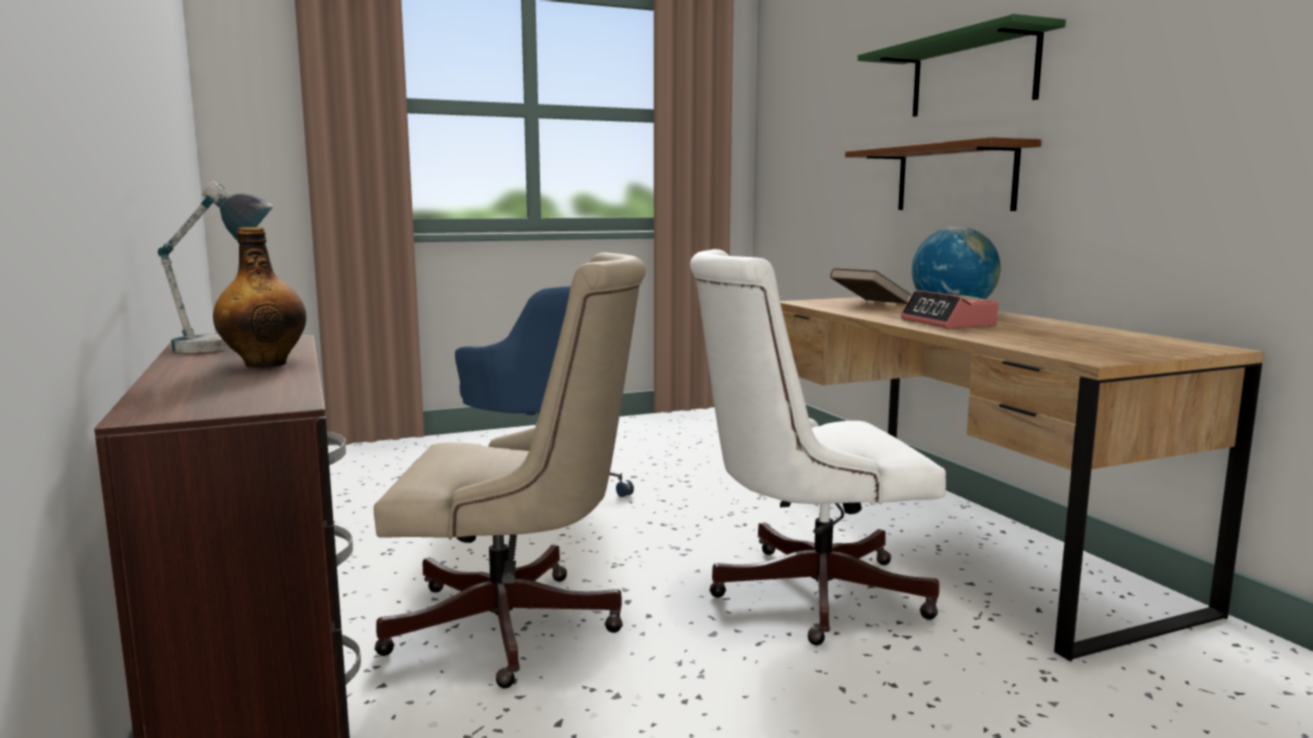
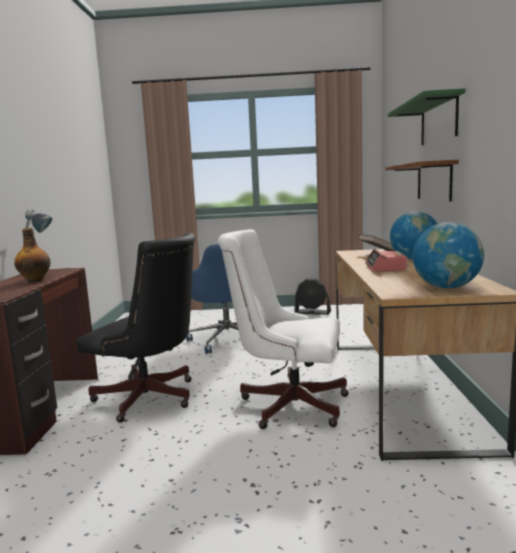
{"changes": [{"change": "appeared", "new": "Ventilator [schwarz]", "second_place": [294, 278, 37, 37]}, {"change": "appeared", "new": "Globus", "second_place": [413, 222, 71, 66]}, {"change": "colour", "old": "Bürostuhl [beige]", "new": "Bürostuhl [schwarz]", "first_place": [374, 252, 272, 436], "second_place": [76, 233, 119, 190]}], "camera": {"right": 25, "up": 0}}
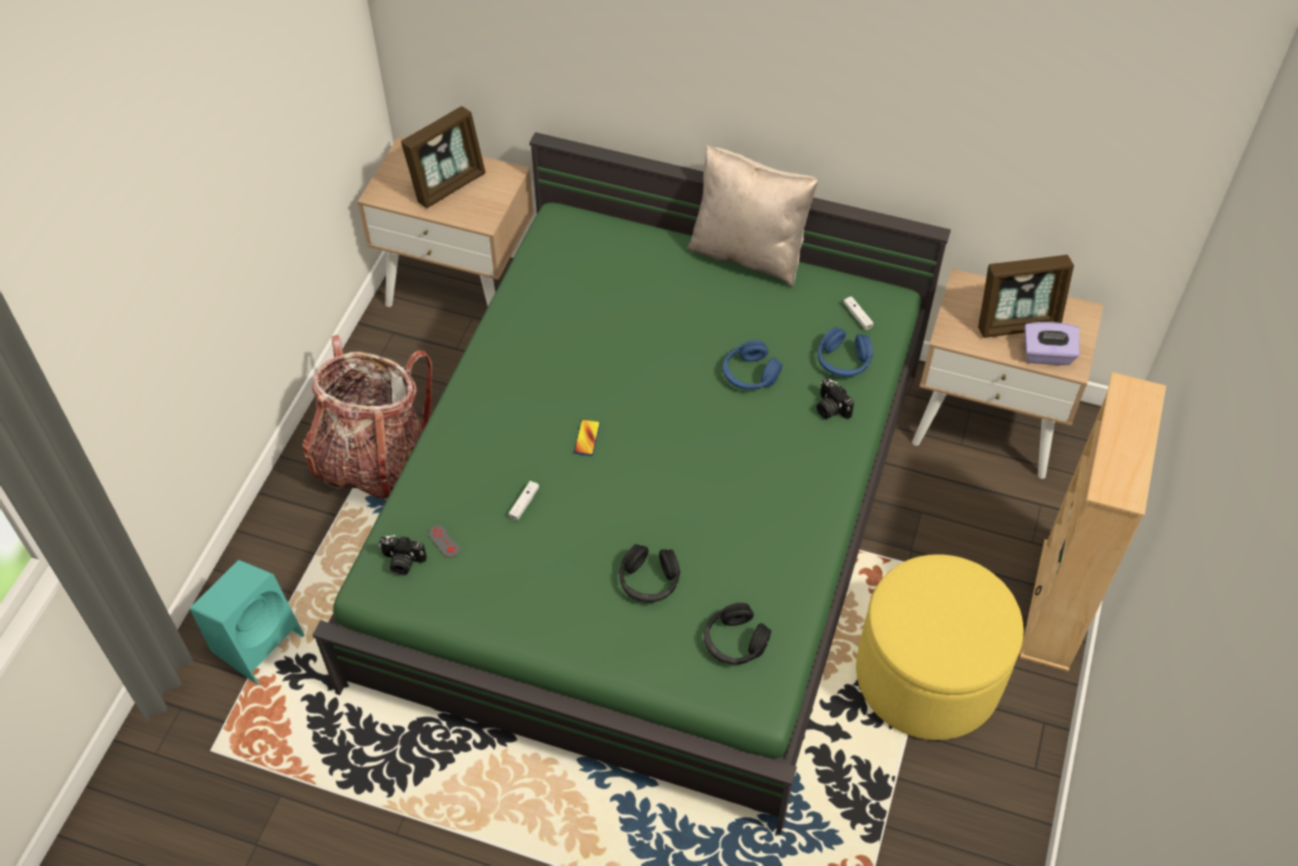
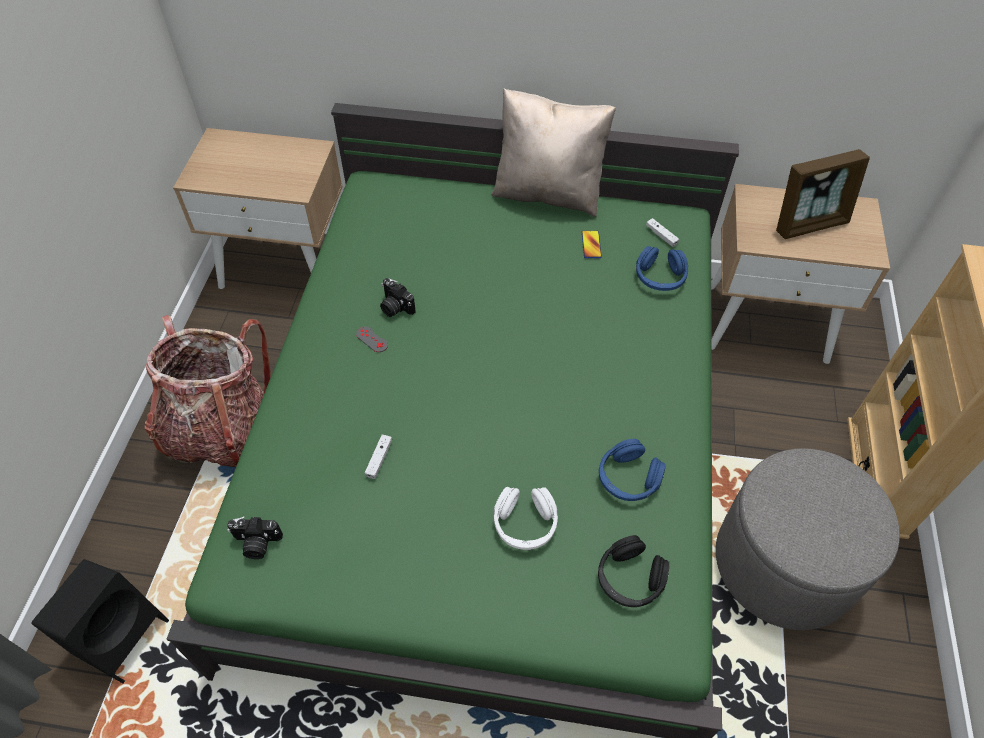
{"changes": [{"change": "missing", "old": "Bilderrahmen", "first_place": [401, 106, 85, 102]}, {"change": "missing", "old": "Taschentuchbox [lila]", "first_place": [1024, 322, 56, 43]}, {"change": "relocated", "old": "Gamepad [grau]", "first_place": [429, 525, 31, 33], "second_place": [356, 327, 32, 25]}, {"change": "relocated", "old": "Handy", "first_place": [574, 419, 26, 37], "second_place": [582, 230, 20, 28]}, {"change": "relocated", "old": "Kopfhörer [blau]", "first_place": [723, 340, 60, 50], "second_place": [599, 439, 67, 62]}, {"change": "relocated", "old": "Kamera", "first_place": [816, 378, 38, 41], "second_place": [380, 278, 36, 39]}, {"change": "colour", "old": "Lautsprecher [türkis]", "new": "Lautsprecher [schwarz]", "first_place": [190, 560, 114, 125], "second_place": [31, 559, 138, 124]}, {"change": "colour", "old": "Kopfhörer [schwarz]", "new": "Kopfhörer [weiß]", "first_place": [619, 544, 61, 58], "second_place": [494, 487, 64, 63]}, {"change": "colour", "old": "Polsterhocker [gelb]", "new": "Polsterhocker [grau]", "first_place": [856, 554, 168, 186], "second_place": [716, 448, 184, 182]}], "camera": {"right": -10, "up": 0}}
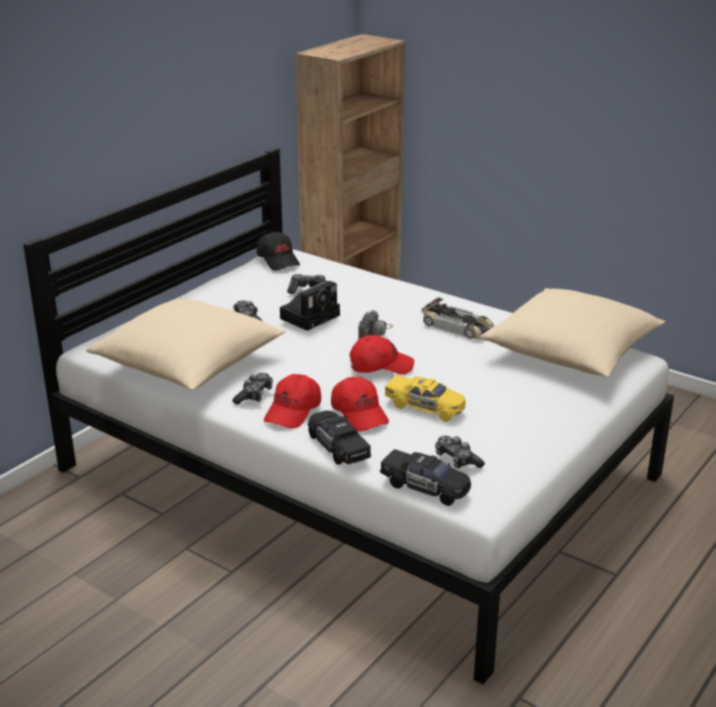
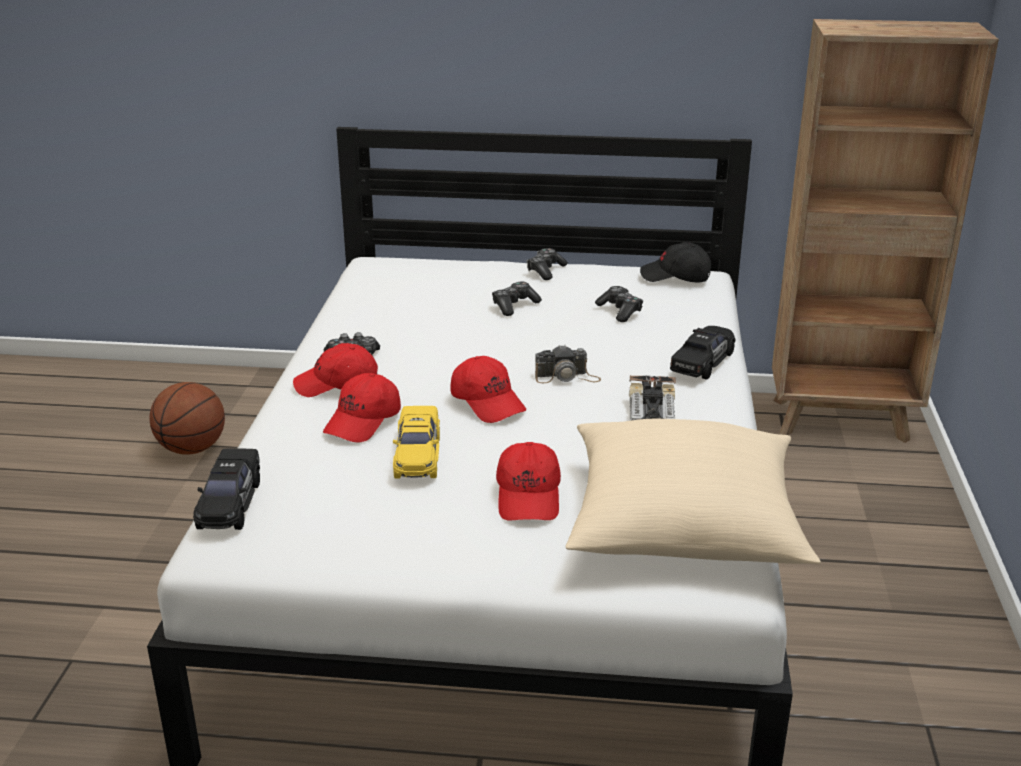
{"changes": [{"change": "missing", "old": "Kissen [beige]", "first_place": [86, 298, 199, 92]}, {"change": "missing", "old": "Kamera", "first_place": [280, 277, 60, 54]}, {"change": "appeared", "new": "Basketball", "second_place": [149, 382, 76, 73]}, {"change": "appeared", "new": "Kappe [rot]", "second_place": [496, 442, 65, 79]}, {"change": "relocated", "old": "Spielzeugauto [schwarz]", "first_place": [308, 411, 63, 54], "second_place": [670, 326, 66, 54]}, {"change": "relocated", "old": "Gamepad", "first_place": [435, 436, 50, 33], "second_place": [527, 248, 41, 32]}, {"change": "spun", "old": "Kappe [schwarz]", "first_place": [257, 232, 43, 39], "second_place": [640, 242, 72, 40], "degrees": 75}], "camera": {"right": 60, "up": 0}}
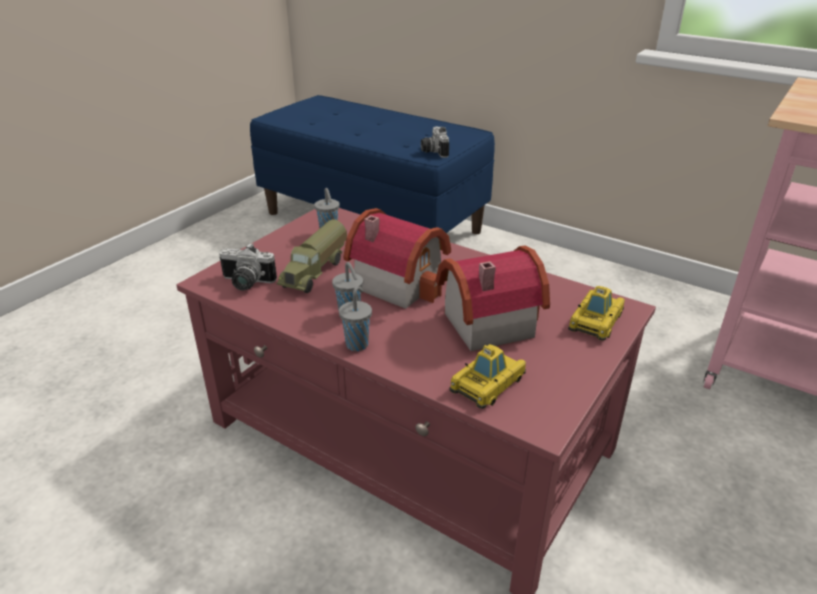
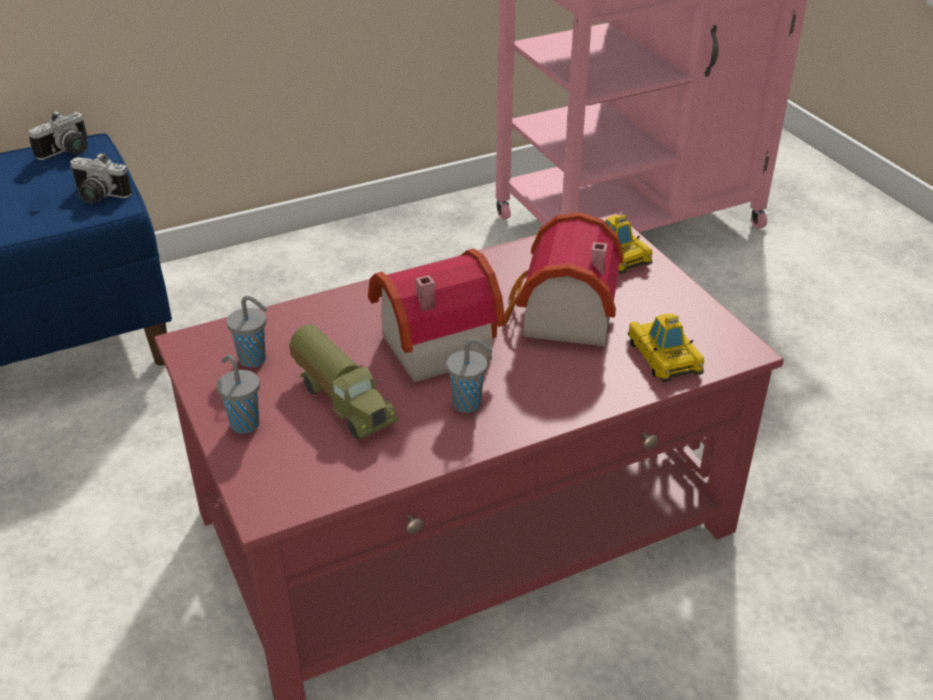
{"changes": [{"change": "relocated", "old": "Kamera", "first_place": [219, 243, 58, 48], "second_place": [28, 111, 60, 49]}, {"change": "relocated", "old": "Tasse [grau]", "first_place": [339, 286, 33, 65], "second_place": [217, 355, 43, 79]}], "camera": {"right": -60, "up": 5}}
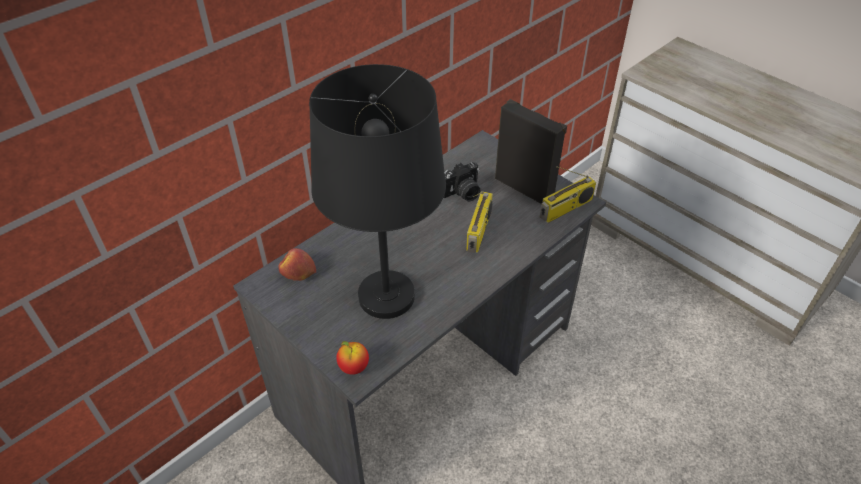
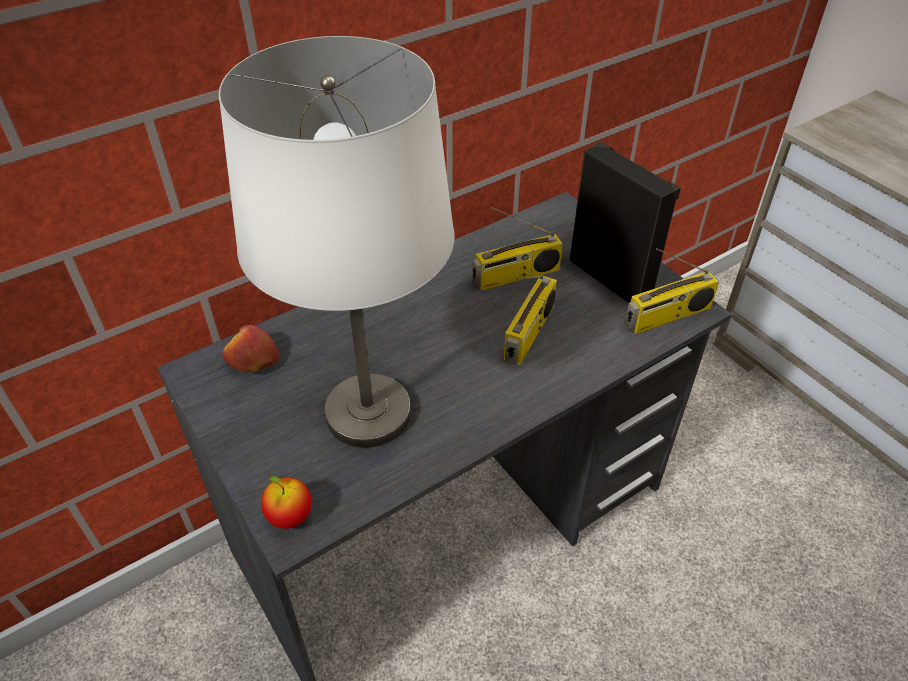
{"changes": [{"change": "exchanged", "old": "Kamera", "new": "Radio", "first_place": [444, 162, 36, 40], "second_place": [472, 207, 91, 84]}, {"change": "colour", "old": "Tischlampe [schwarz]", "new": "Tischlampe [weiß]", "first_place": [309, 64, 137, 255], "second_place": [219, 36, 236, 412]}], "camera": {"right": 10, "up": 0}}
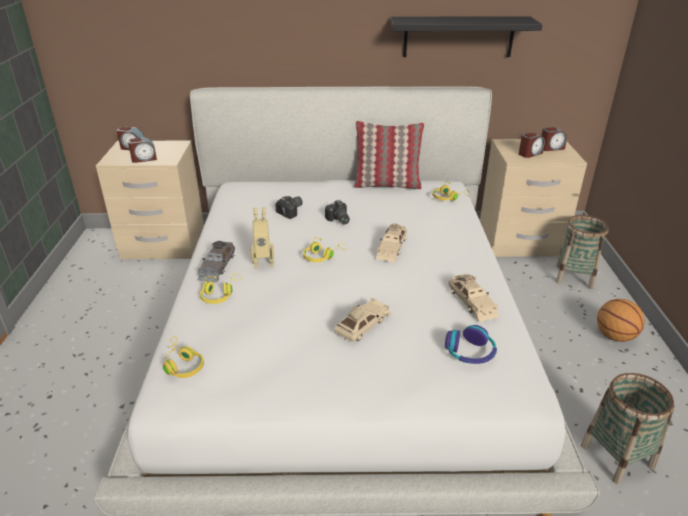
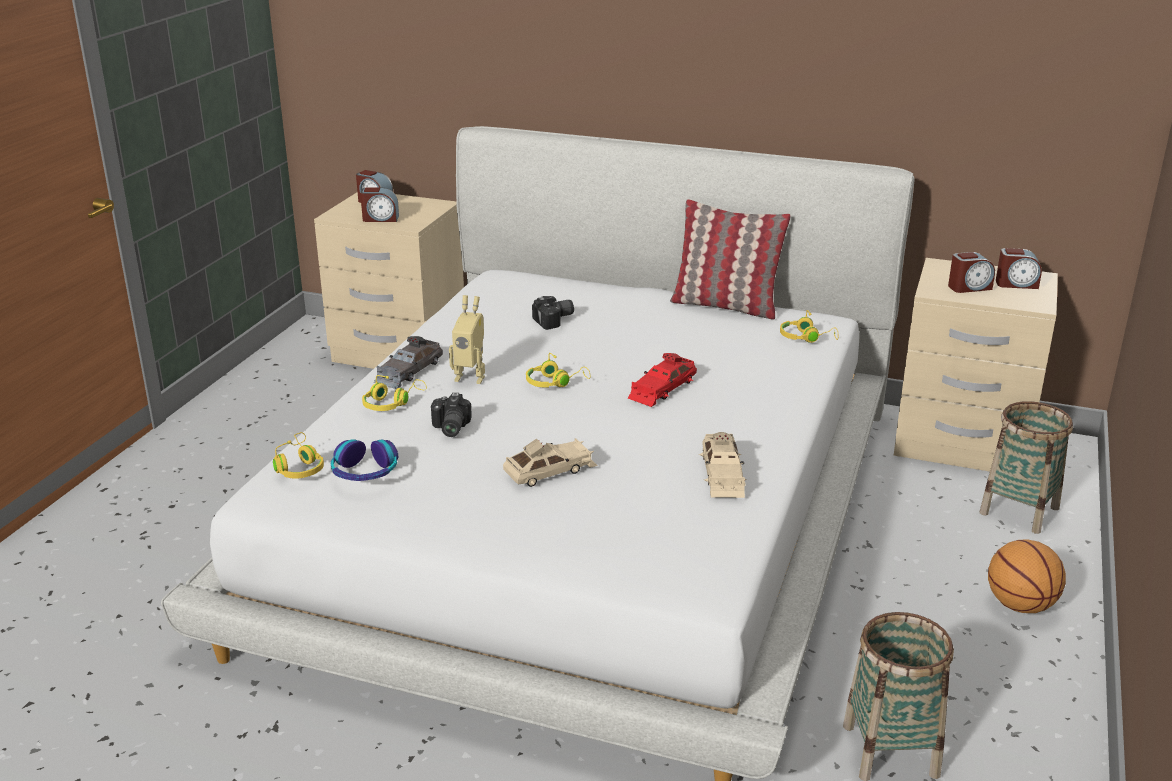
{"changes": [{"change": "missing", "old": "Wandregal [schwarz]", "first_place": [390, 16, 152, 41]}, {"change": "relocated", "old": "Kamera", "first_place": [325, 200, 25, 25], "second_place": [431, 393, 41, 44]}, {"change": "relocated", "old": "Kopfhörer", "first_place": [445, 325, 52, 39], "second_place": [331, 439, 67, 42]}, {"change": "colour", "old": "Spielzeugauto [beige]", "new": "Spielzeugauto [rot]", "first_place": [376, 223, 32, 39], "second_place": [628, 353, 69, 54]}], "camera": {"right": 20, "up": -5}}
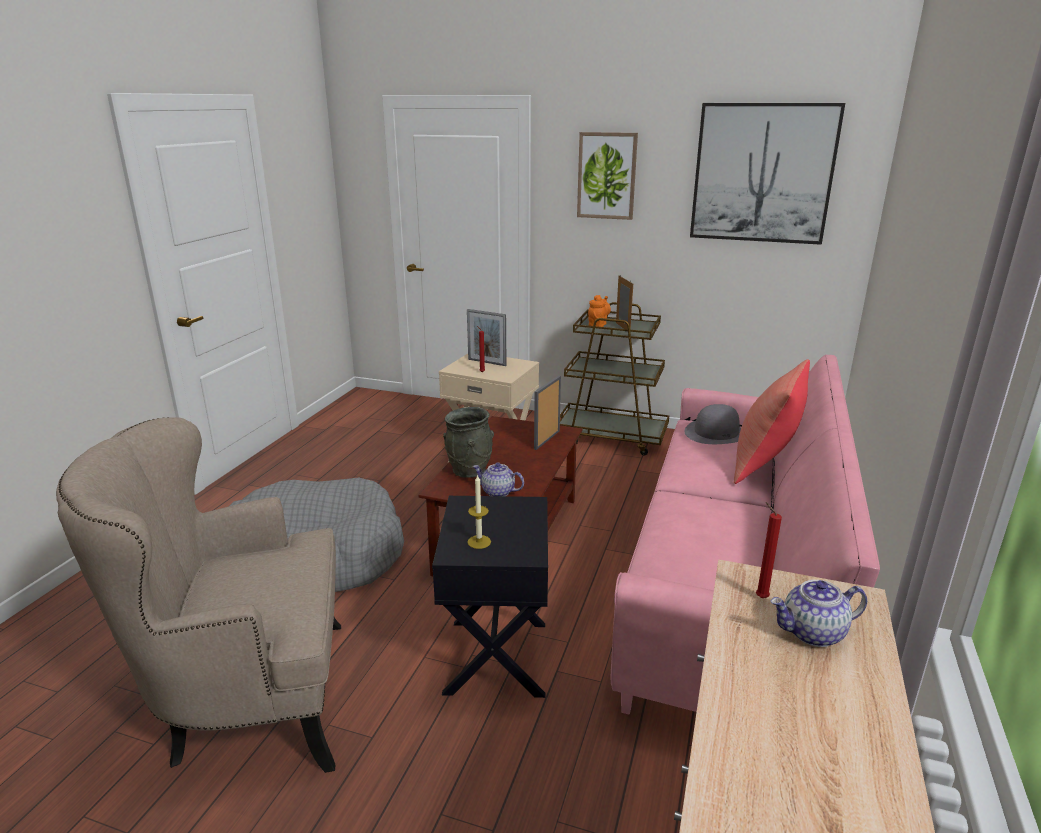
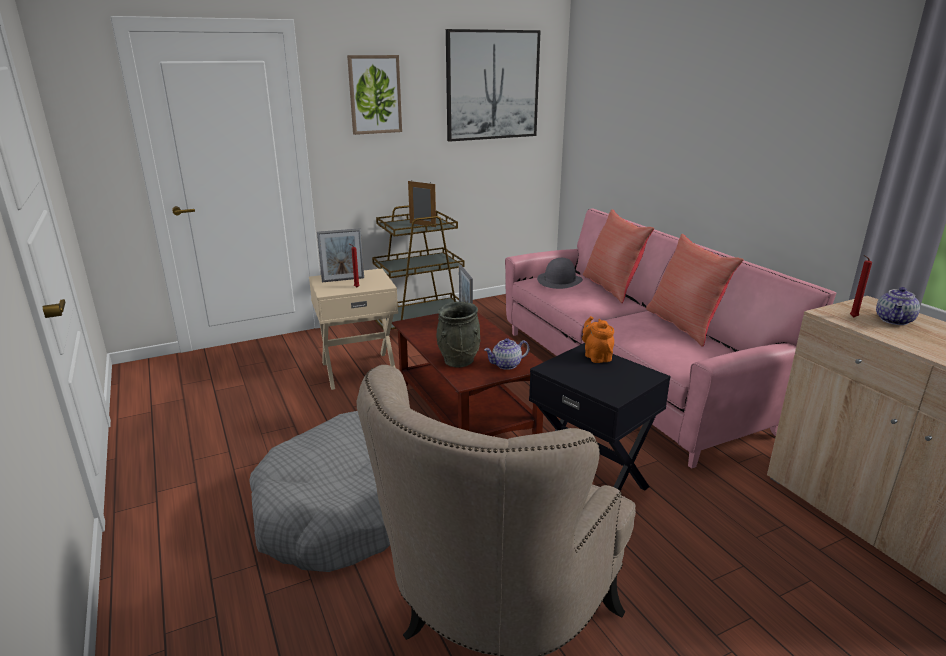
{"changes": [{"change": "missing", "old": "Kerze", "first_place": [468, 474, 23, 75]}, {"change": "appeared", "new": "Kissen [rot]", "second_place": [646, 234, 98, 113]}, {"change": "relocated", "old": "Teekanne [orange]", "first_place": [588, 295, 23, 32], "second_place": [582, 316, 32, 47]}], "camera": {"right": -45, "up": 0}}
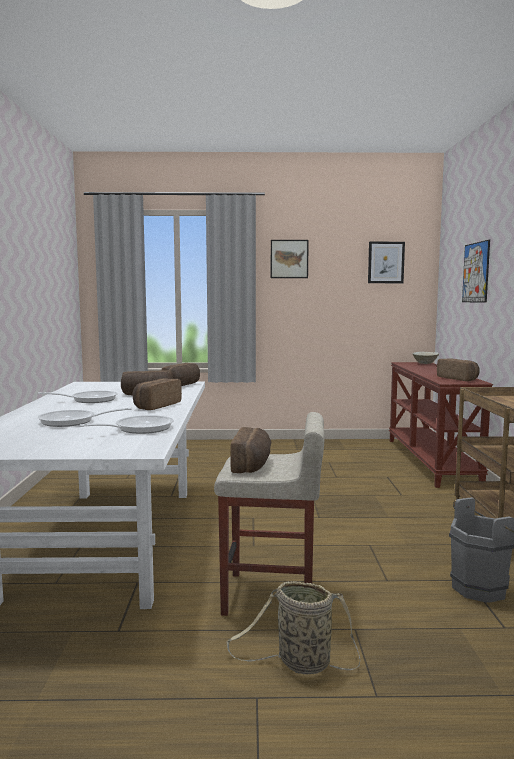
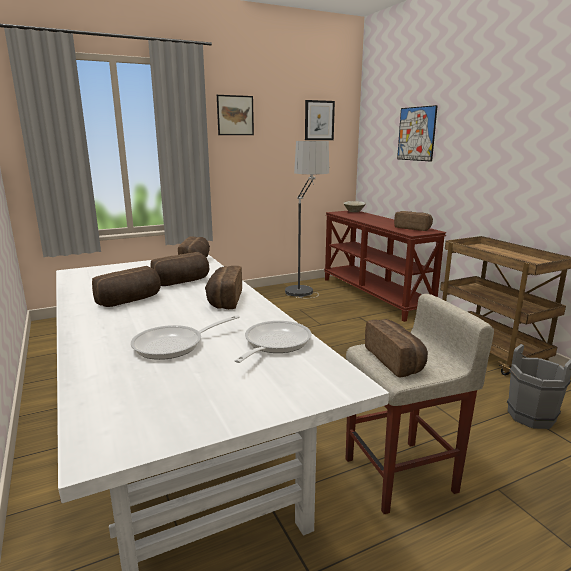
{"changes": [{"change": "missing", "old": "Korb", "first_place": [227, 581, 133, 93]}, {"change": "appeared", "new": "Stehlampe", "second_place": [285, 141, 45, 157]}, {"change": "exchanged", "old": "Pfanne", "new": "Brot", "first_place": [38, 391, 80, 12], "second_place": [92, 266, 69, 41]}], "camera": {"right": -25, "up": 10}}
